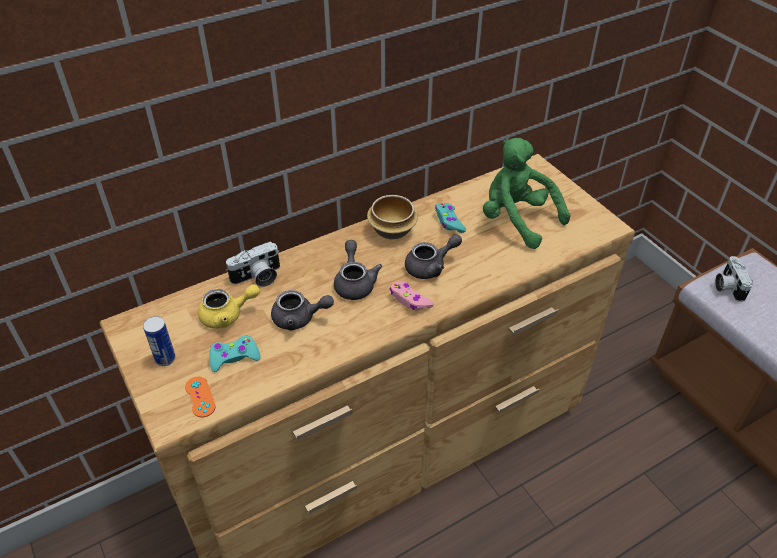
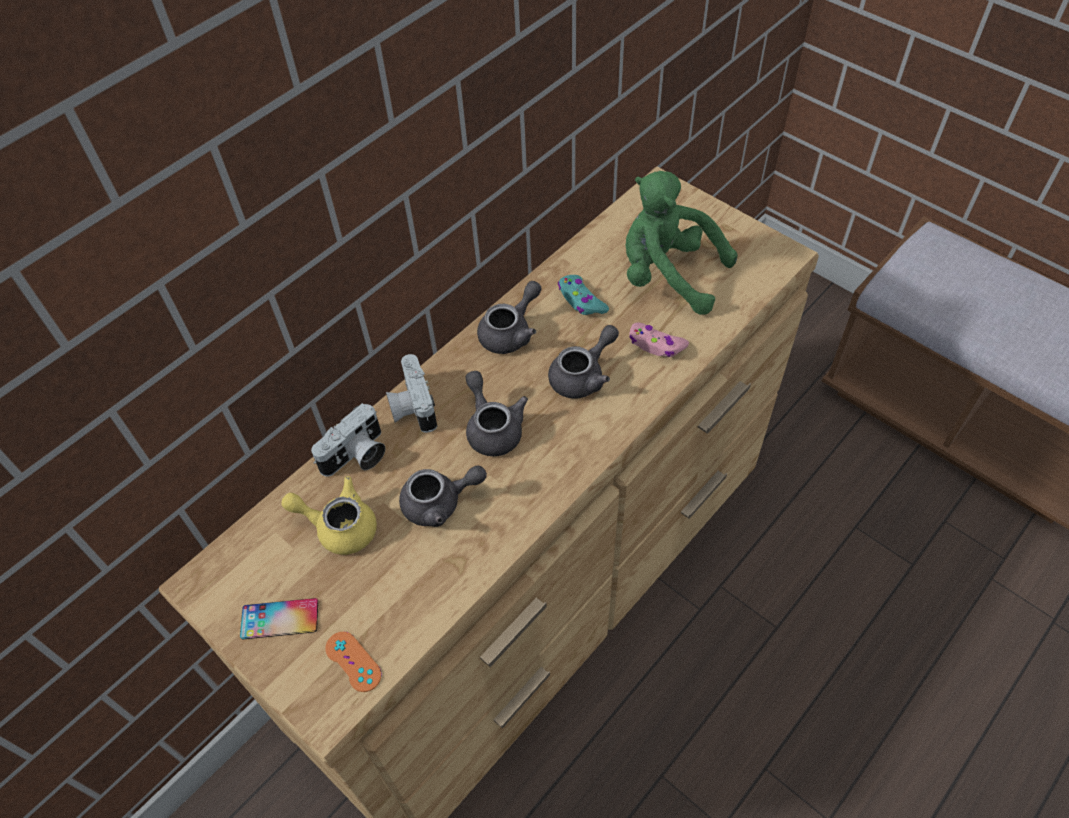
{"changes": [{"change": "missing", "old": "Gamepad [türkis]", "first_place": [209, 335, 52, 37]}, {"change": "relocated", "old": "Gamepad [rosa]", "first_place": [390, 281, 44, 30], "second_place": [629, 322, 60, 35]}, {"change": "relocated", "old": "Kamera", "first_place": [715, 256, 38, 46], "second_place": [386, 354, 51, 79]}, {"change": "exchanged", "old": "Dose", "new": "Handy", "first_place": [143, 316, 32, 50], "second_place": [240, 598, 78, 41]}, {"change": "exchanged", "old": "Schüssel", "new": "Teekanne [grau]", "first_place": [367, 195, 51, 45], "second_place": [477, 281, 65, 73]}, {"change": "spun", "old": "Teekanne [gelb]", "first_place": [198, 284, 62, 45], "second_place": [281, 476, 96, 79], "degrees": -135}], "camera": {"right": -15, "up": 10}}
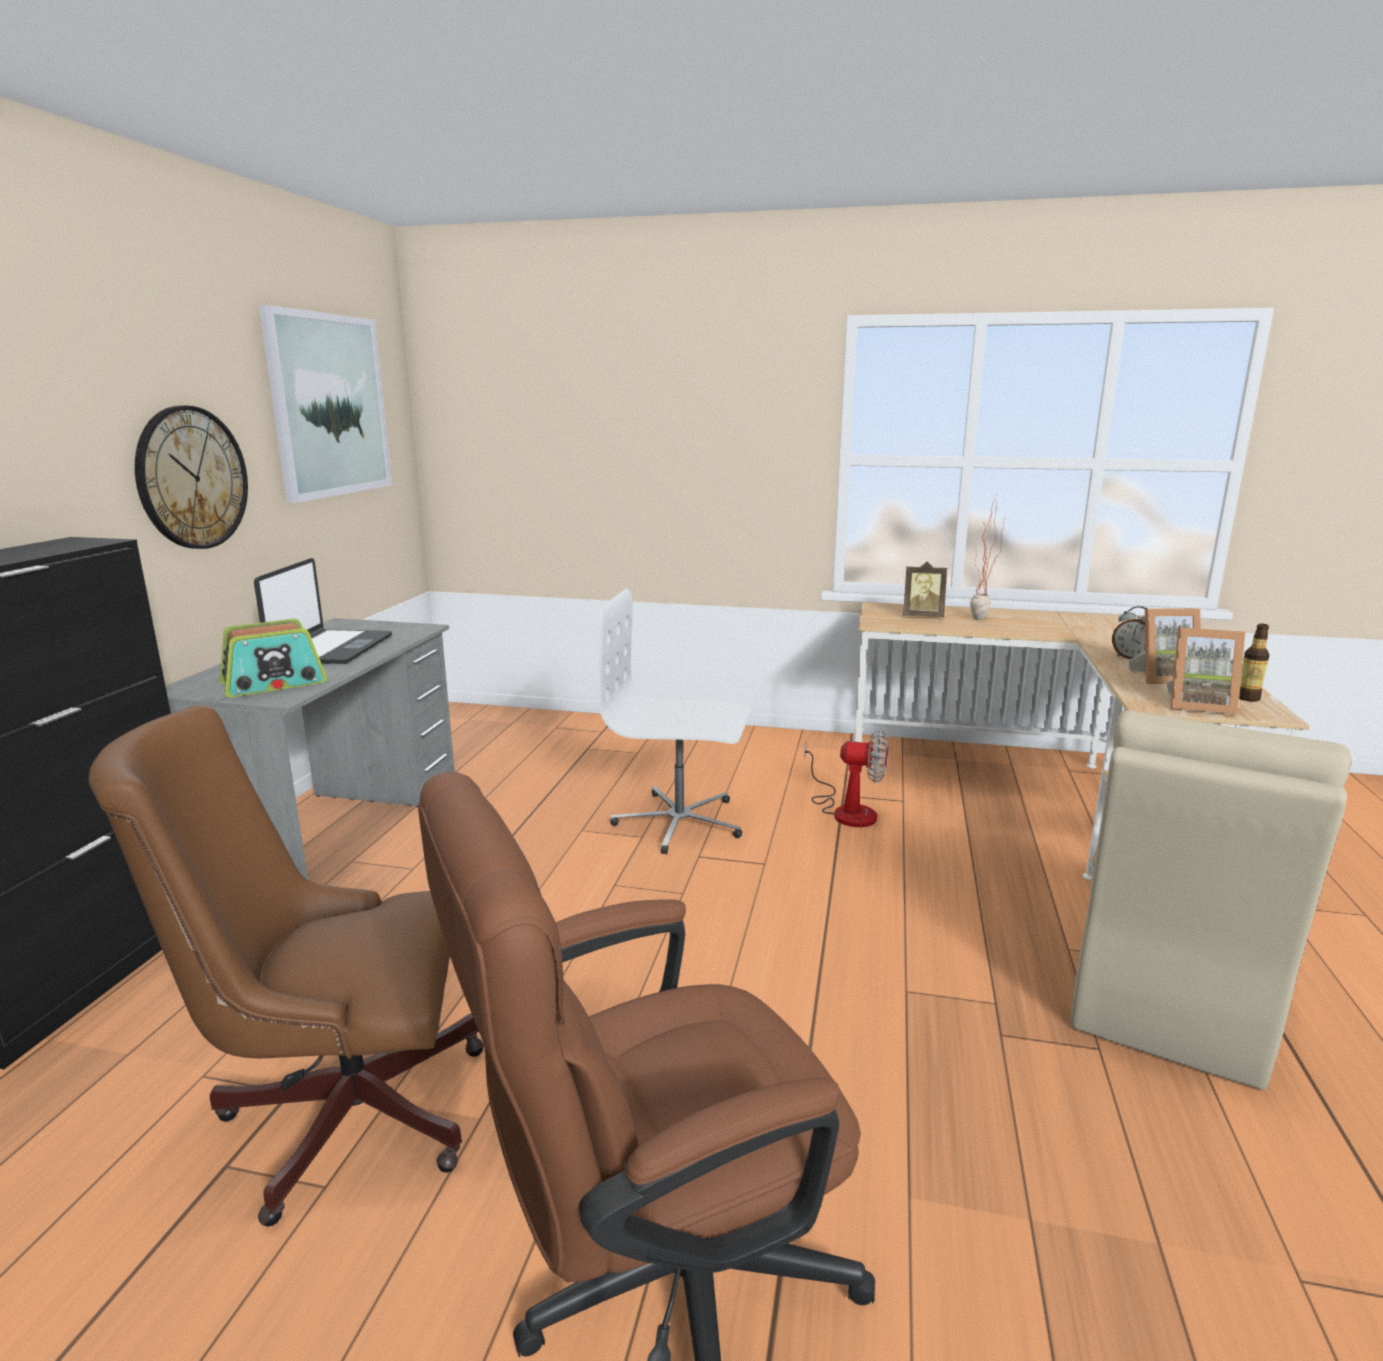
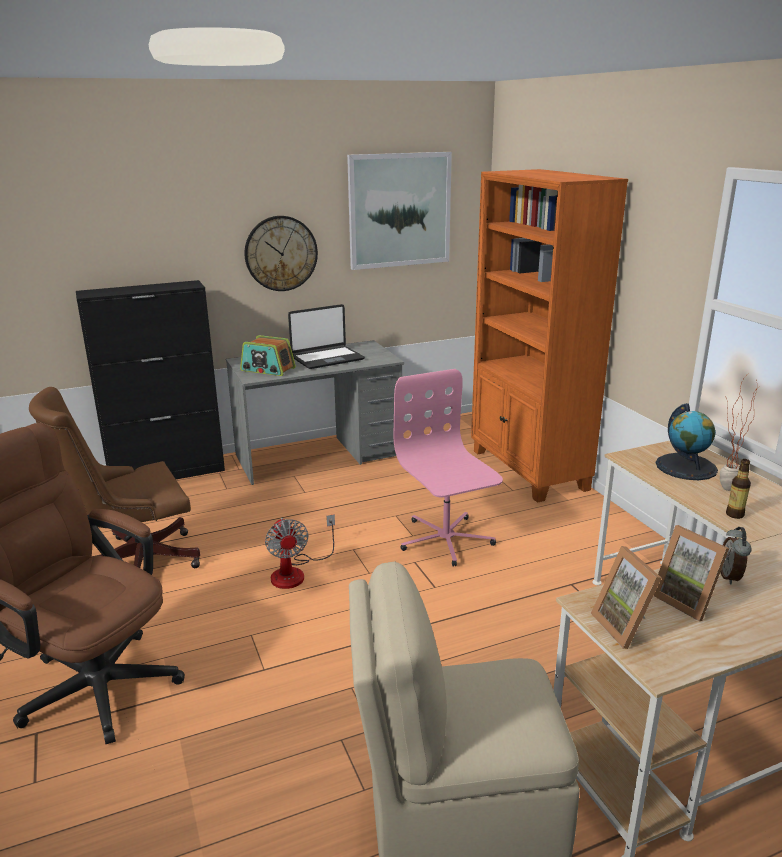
{"changes": [{"change": "appeared", "new": "Bücherregal [orange]", "second_place": [471, 169, 157, 334]}, {"change": "relocated", "old": "Ventilator", "first_place": [804, 729, 84, 98], "second_place": [265, 514, 70, 75]}, {"change": "relocated", "old": "Flasche", "first_place": [1239, 624, 31, 78], "second_place": [726, 459, 25, 60]}, {"change": "exchanged", "old": "Bilderrahmen", "new": "Globus", "first_place": [903, 562, 44, 55], "second_place": [656, 403, 62, 77]}, {"change": "colour", "old": "Bürostuhl [weiß]", "new": "Bürostuhl [rosa]", "first_place": [598, 589, 153, 265], "second_place": [394, 369, 109, 198]}, {"change": "spun", "old": "Bürostuhl [braun]", "first_place": [89, 705, 395, 521], "second_place": [29, 387, 171, 181], "degrees": -75}], "camera": {"right": 55, "up": 5}}
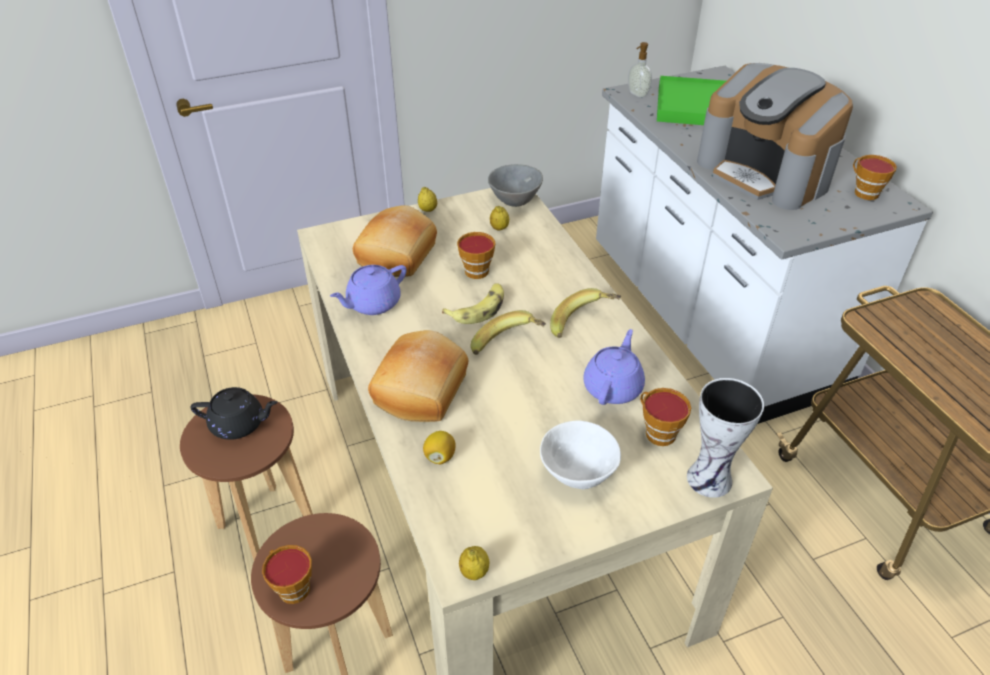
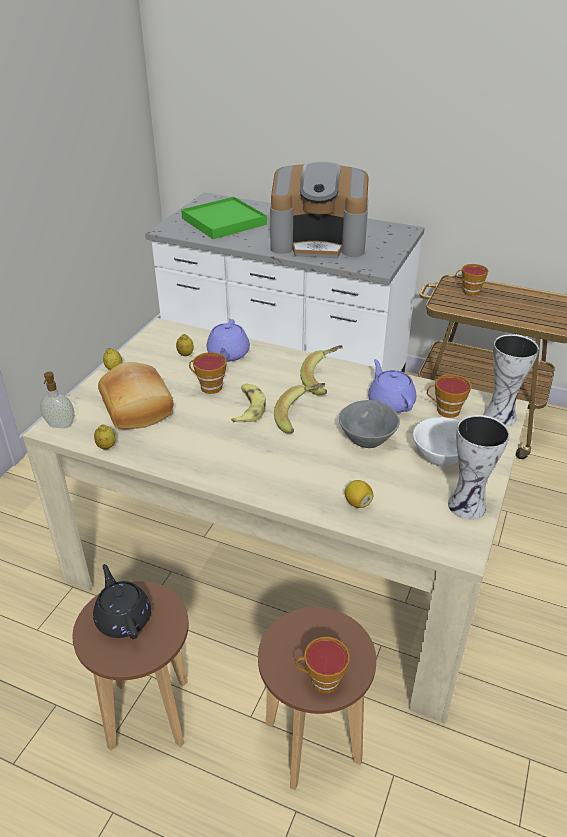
{"changes": [{"change": "missing", "old": "Brot", "first_place": [368, 330, 100, 92]}, {"change": "appeared", "new": "Vase", "second_place": [448, 415, 62, 105]}, {"change": "relocated", "old": "Teekanne [lila]", "first_place": [330, 265, 77, 50], "second_place": [207, 319, 43, 43]}, {"change": "relocated", "old": "Zitrone", "first_place": [459, 546, 31, 34], "second_place": [94, 425, 21, 24]}, {"change": "relocated", "old": "Schüssel [grau]", "first_place": [488, 164, 55, 43], "second_place": [339, 400, 61, 48]}, {"change": "relocated", "old": "Seifenspender", "first_place": [628, 42, 24, 56], "second_place": [40, 372, 35, 56]}, {"change": "relocated", "old": "Tasse", "first_place": [853, 155, 44, 45], "second_place": [455, 264, 34, 32]}, {"change": "spun", "old": "Teekanne [schwarz]", "first_place": [191, 387, 87, 53], "second_place": [93, 564, 58, 75], "degrees": -75}], "camera": {"right": -45, "up": -5}}
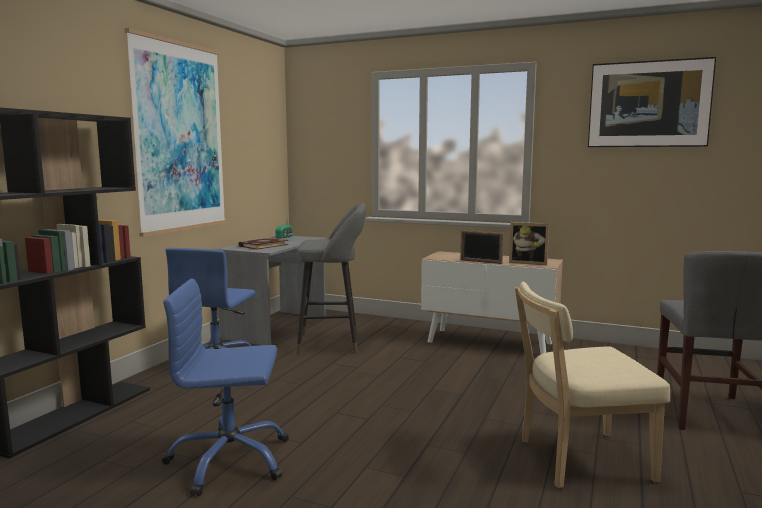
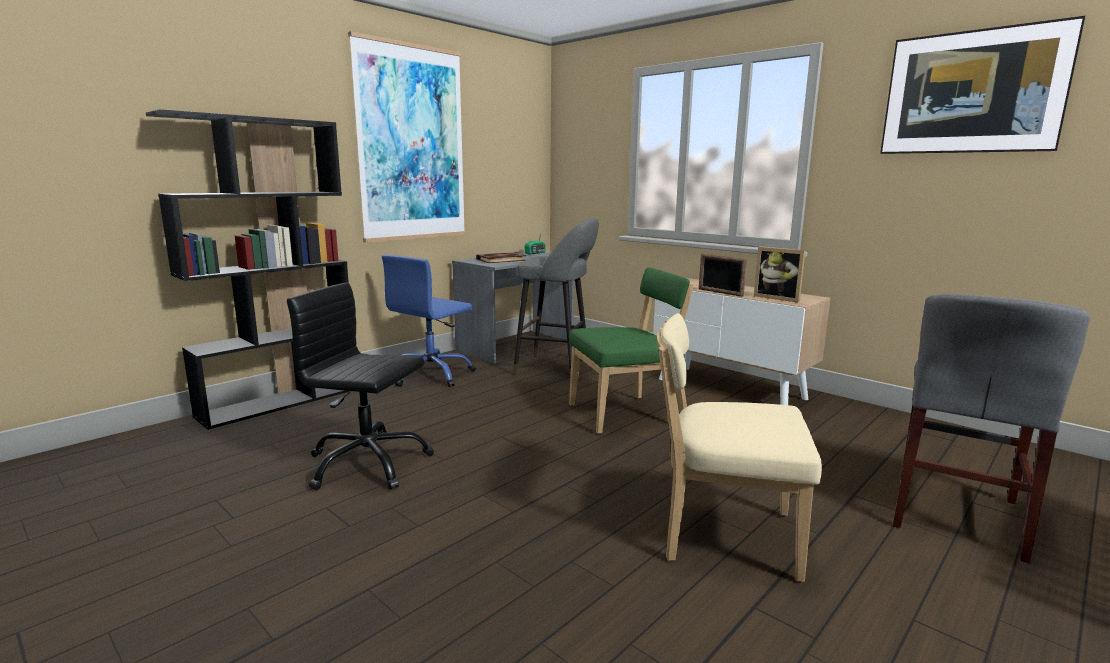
{"changes": [{"change": "appeared", "new": "Stuhl [grün]", "second_place": [569, 267, 125, 167]}, {"change": "colour", "old": "Bürostuhl [blau]", "new": "Bürostuhl [schwarz]", "first_place": [162, 279, 127, 217], "second_place": [287, 283, 147, 207]}], "camera": {"right": 20, "up": 5}}
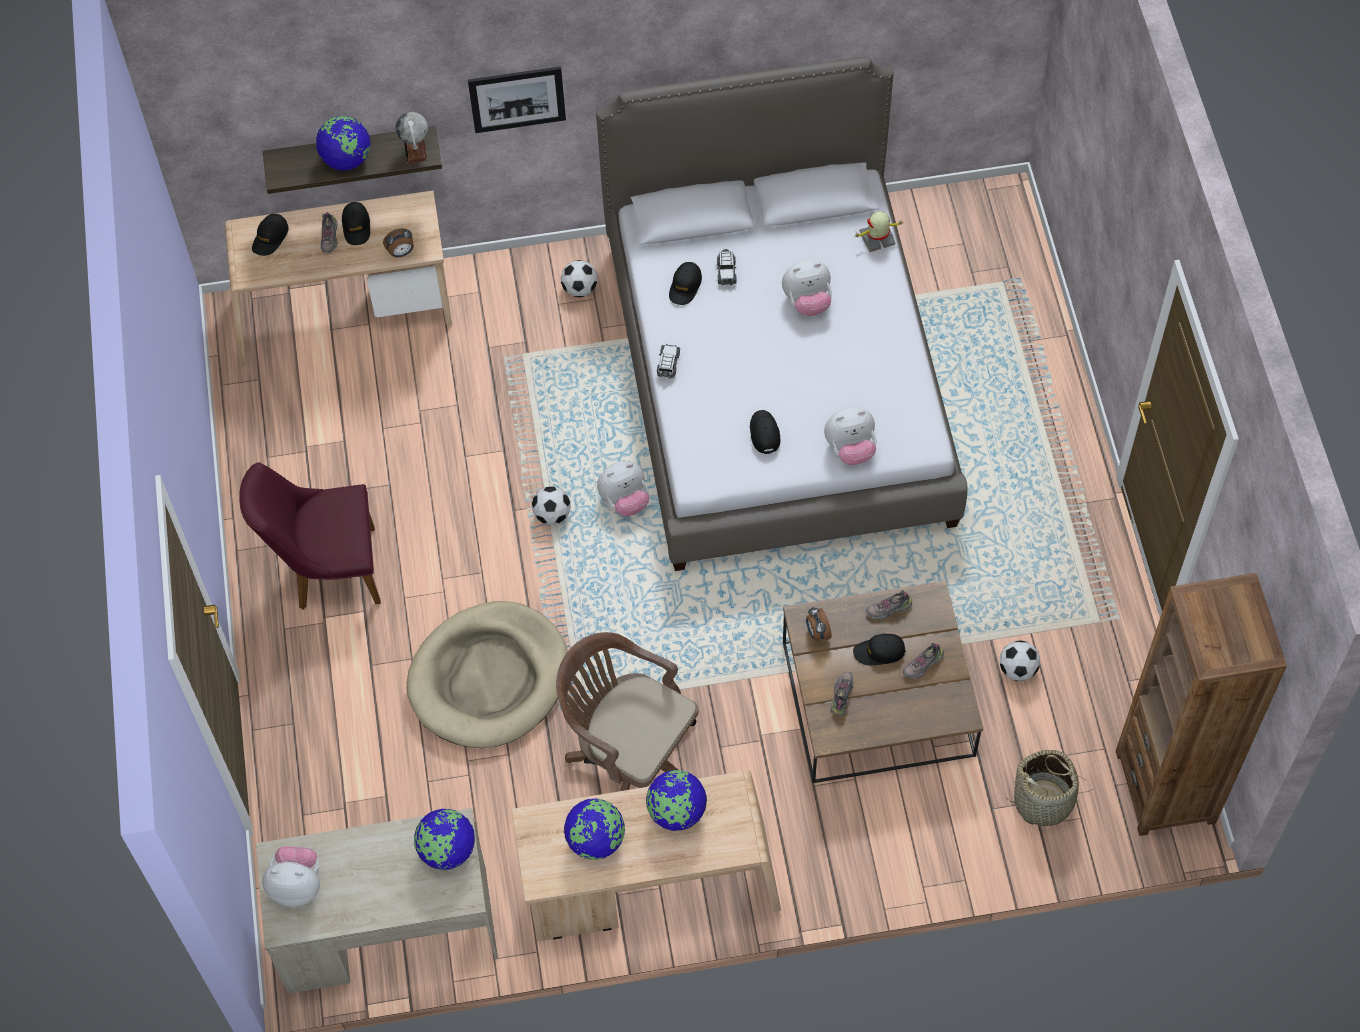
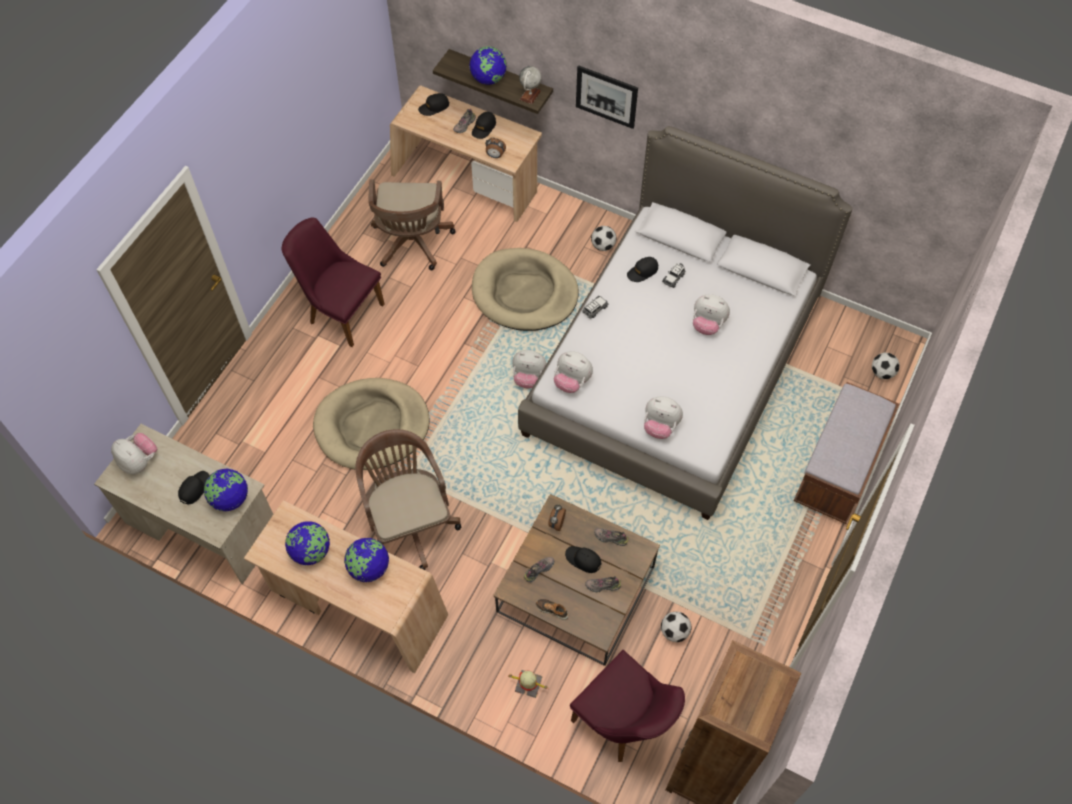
{"changes": [{"change": "appeared", "new": "Bürostuhl [braun]", "second_place": [368, 179, 88, 91]}, {"change": "appeared", "new": "Hundebett [beige]", "second_place": [472, 248, 107, 83]}, {"change": "appeared", "new": "Schuh", "second_place": [536, 599, 33, 21]}, {"change": "appeared", "new": "Plüschtier", "second_place": [554, 351, 39, 42]}, {"change": "appeared", "new": "Bank [braun]", "second_place": [793, 382, 106, 142]}, {"change": "relocated", "old": "Fußball", "first_place": [532, 486, 39, 39], "second_place": [872, 352, 28, 27]}, {"change": "relocated", "old": "Kappe [schwarz]", "first_place": [750, 410, 30, 44], "second_place": [178, 471, 32, 34]}, {"change": "relocated", "old": "Spielzeugroboter", "first_place": [853, 211, 51, 41], "second_place": [509, 670, 38, 28]}, {"change": "exchanged", "old": "Korb", "new": "Stuhl [lila]", "first_place": [1007, 750, 87, 76], "second_place": [570, 650, 115, 112]}], "camera": {"right": 35, "up": 0}}
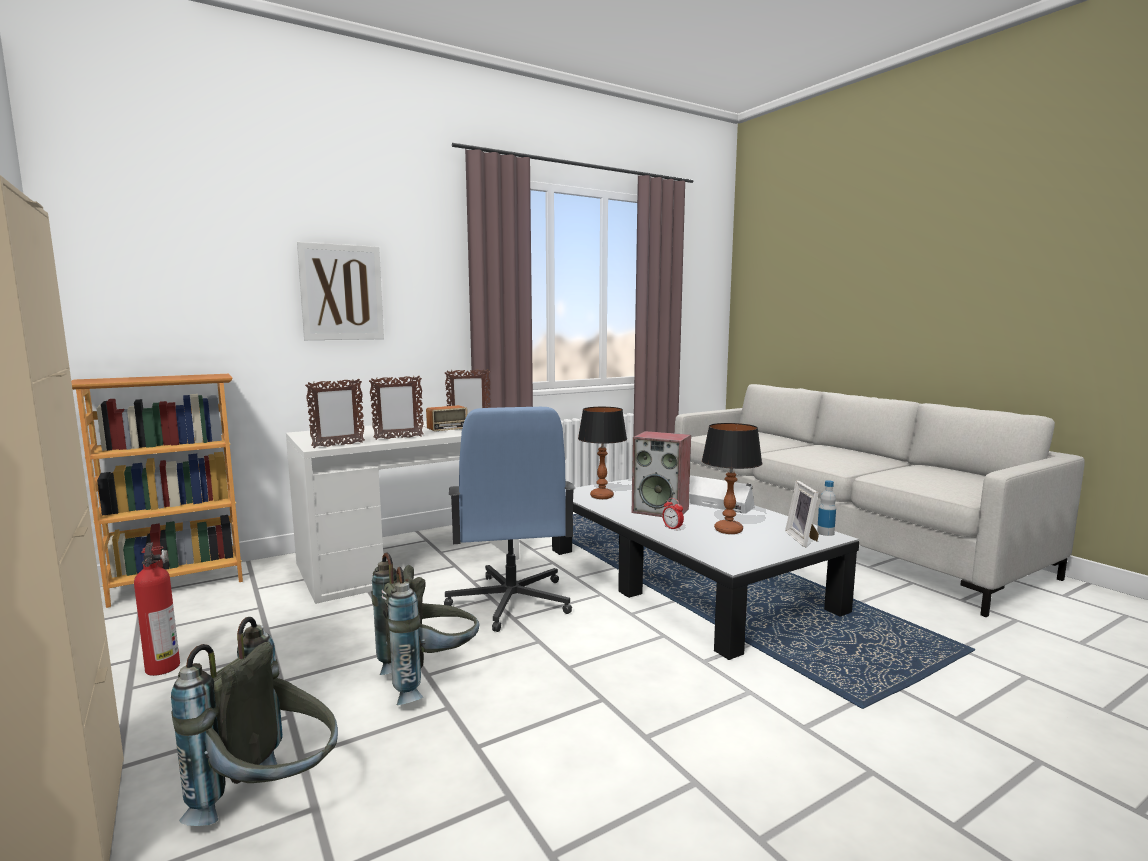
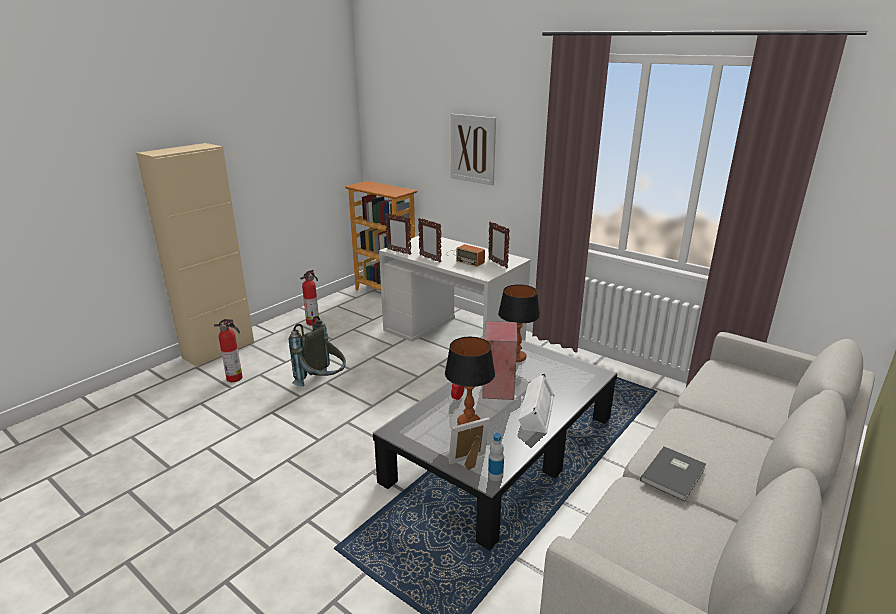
{"changes": [{"change": "missing", "old": "Bürostuhl [blau]", "first_place": [444, 407, 131, 225]}, {"change": "appeared", "new": "Buch [grau]", "second_place": [640, 446, 66, 55]}, {"change": "exchanged", "old": "Rucksack [grau]", "new": "Feuerlöscher", "first_place": [171, 617, 167, 209], "second_place": [214, 319, 29, 63]}], "camera": {"right": 70, "up": 15}}
